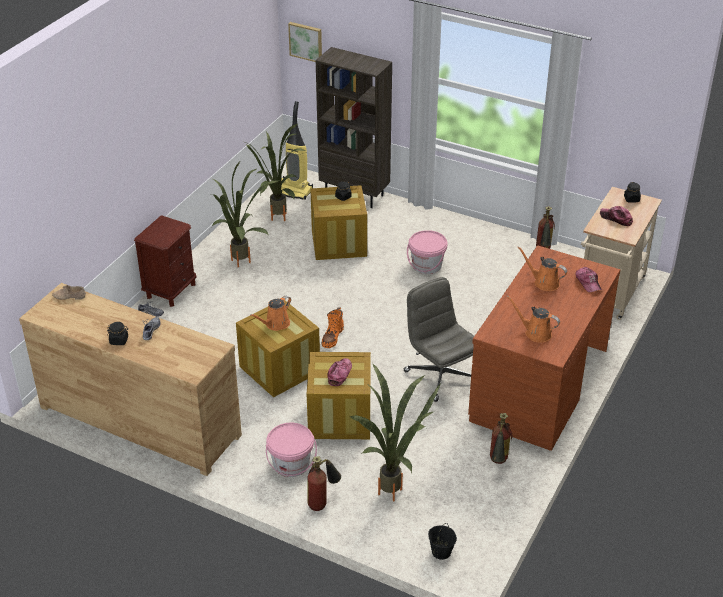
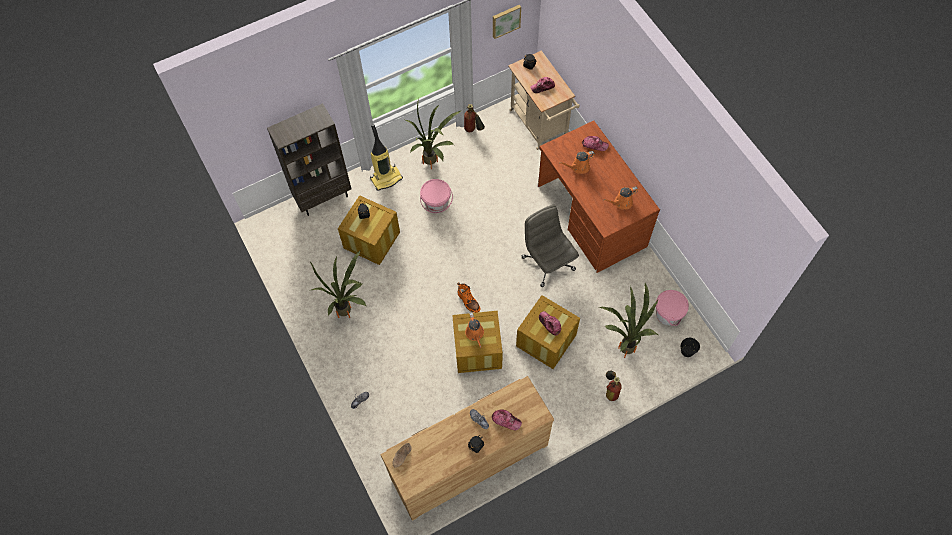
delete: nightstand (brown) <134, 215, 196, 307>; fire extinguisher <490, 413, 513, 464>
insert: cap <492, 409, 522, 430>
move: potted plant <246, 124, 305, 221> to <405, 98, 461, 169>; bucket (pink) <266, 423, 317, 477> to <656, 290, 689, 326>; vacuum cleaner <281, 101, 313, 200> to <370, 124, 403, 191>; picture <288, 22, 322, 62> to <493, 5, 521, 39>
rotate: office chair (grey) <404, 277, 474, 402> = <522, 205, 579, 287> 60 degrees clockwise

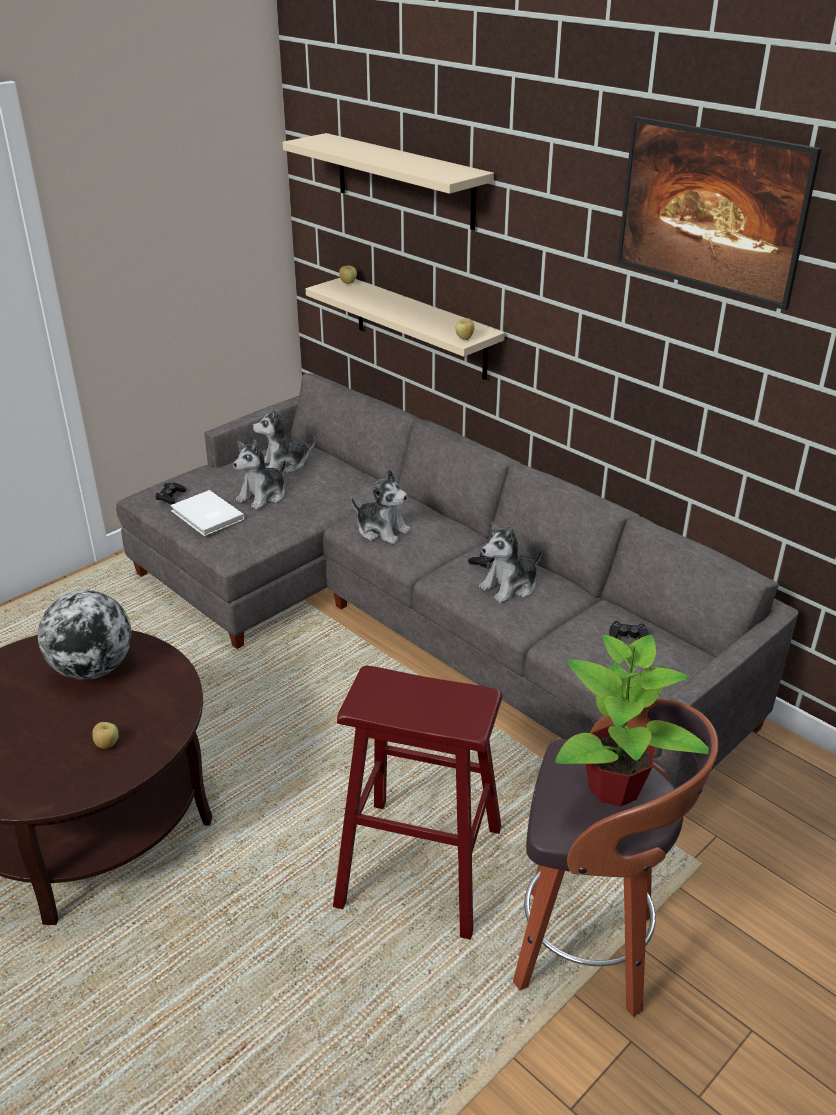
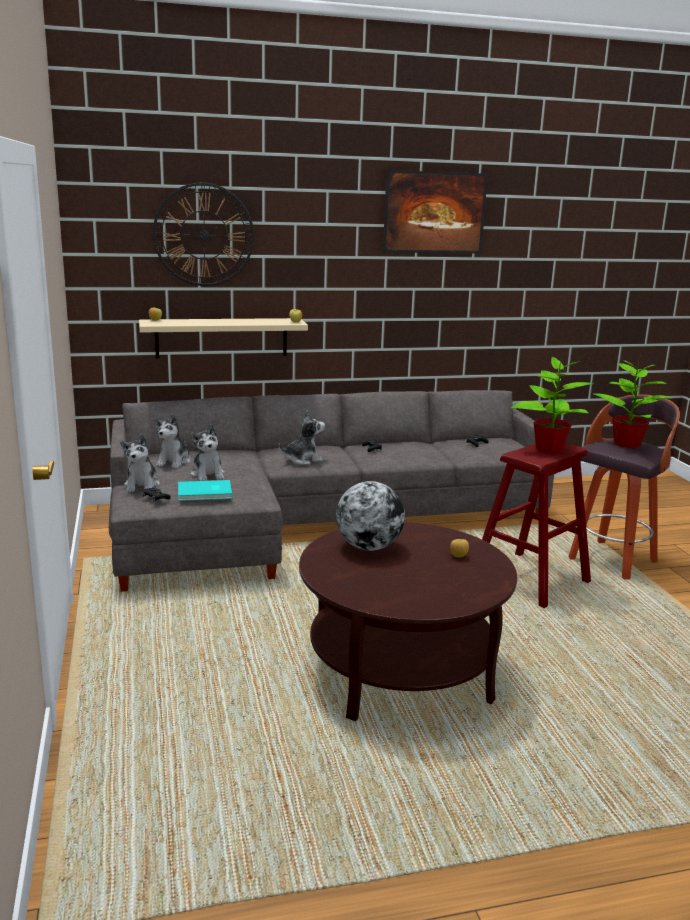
insert: potted plant <511, 357, 593, 453>
move: plush toy <479, 522, 542, 603> to <120, 434, 160, 492>
replace: shelf (beige) <283, 133, 494, 231> to wall clock <153, 183, 254, 286>
recolor: book (white) <170, 490, 245, 536> to book (turquoise) <178, 480, 232, 501>

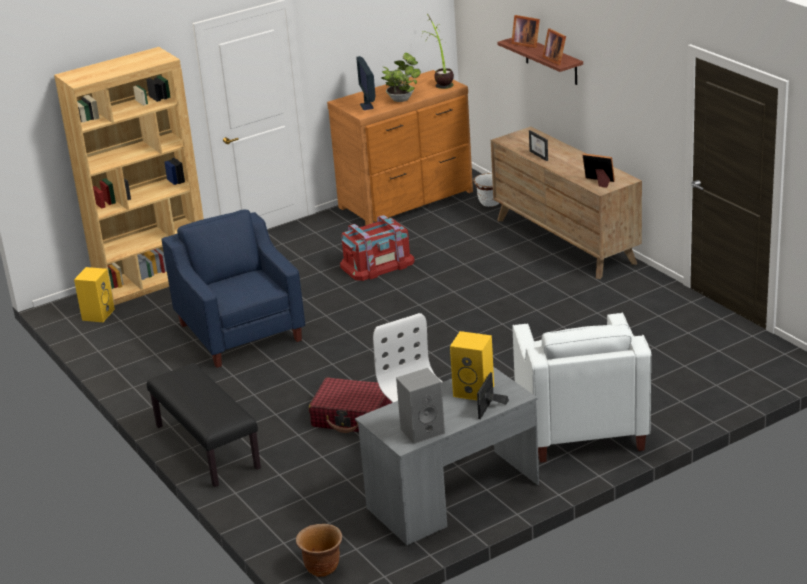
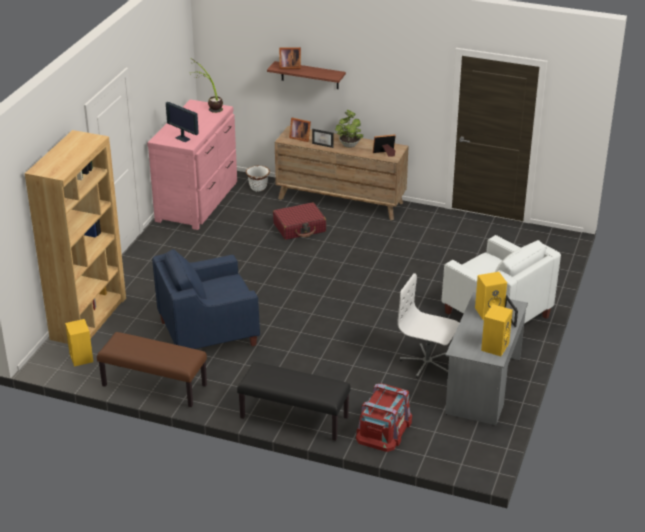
delete: planter (brown) <296, 524, 342, 577>
insert: bench (brown) <97, 332, 207, 407>
move: suitcase (red) <309, 377, 392, 433> to <273, 202, 326, 240>; storage box (red) <340, 215, 415, 281> to <356, 383, 412, 452>; potted plant <381, 53, 421, 102> to <335, 110, 364, 148>; picture frame <542, 28, 566, 65> to <289, 118, 311, 142>
recolor: dresser (brown) <327, 70, 473, 225> to dresser (pink) <147, 99, 237, 230>; speaker (grey) <396, 368, 445, 444> to speaker (yellow) <481, 304, 513, 356>
rotate: armchair (blue) <161, 210, 305, 368> = <152, 249, 260, 349> 45 degrees counterclockwise

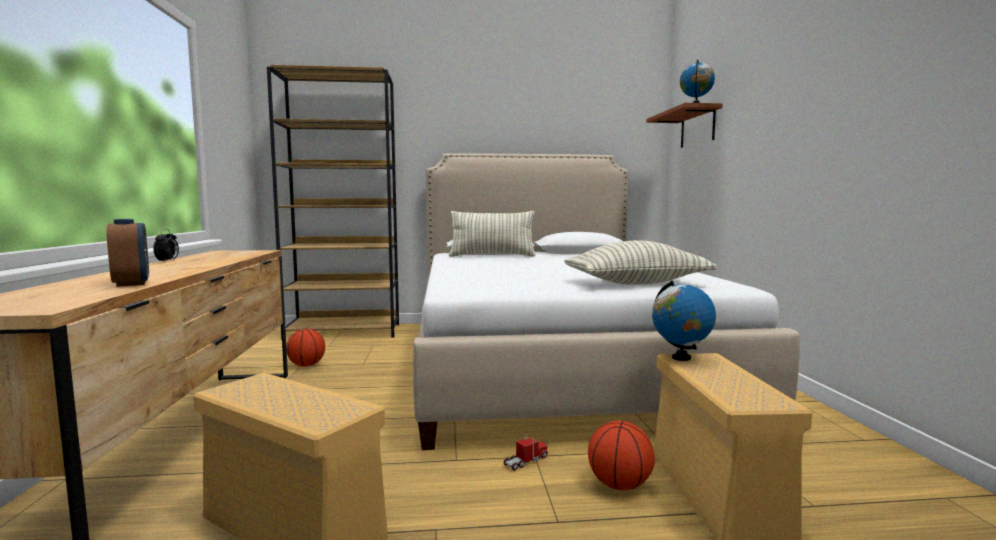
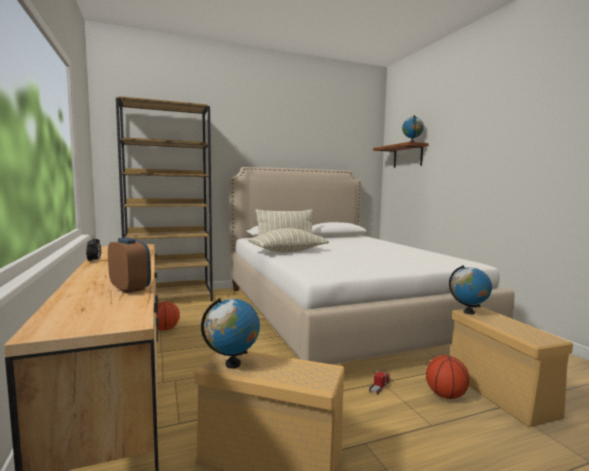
insert: globe <201, 298, 260, 369>
move: pillow <564, 240, 717, 285> to <248, 228, 329, 253>

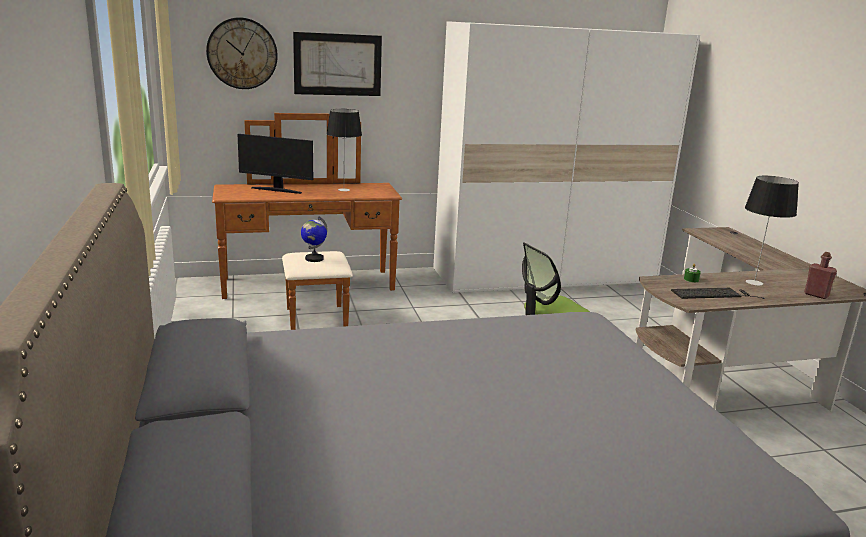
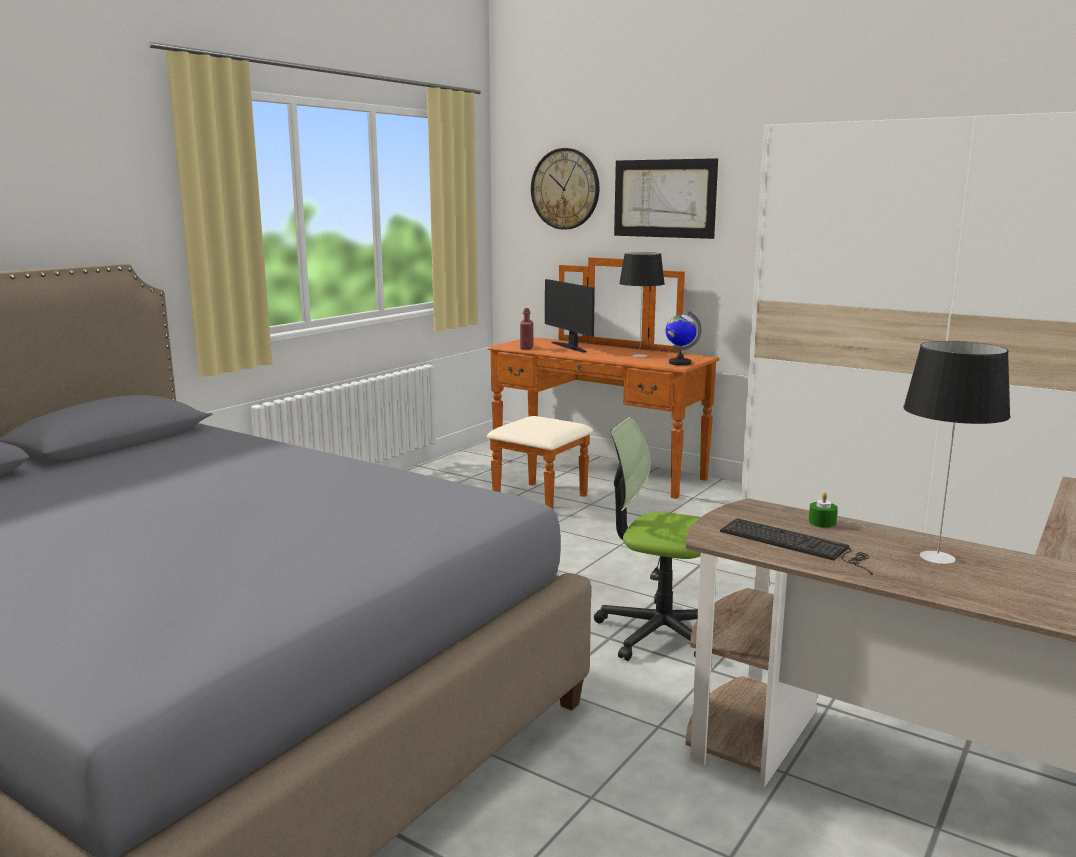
move: globe <301, 216, 327, 262> to <666, 311, 702, 366>; bottle (red) <804, 252, 837, 299> to <520, 308, 533, 350>

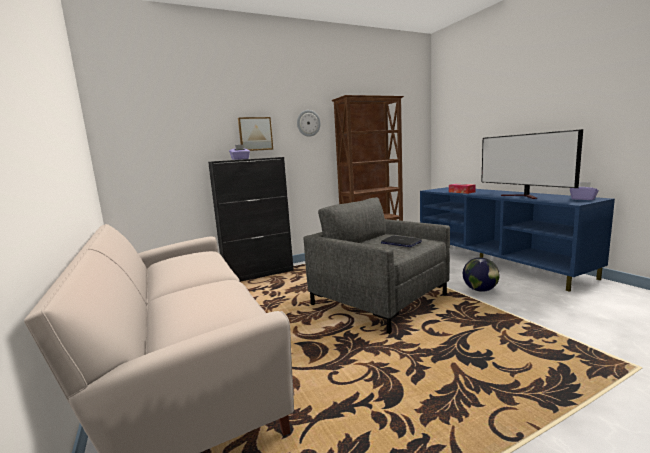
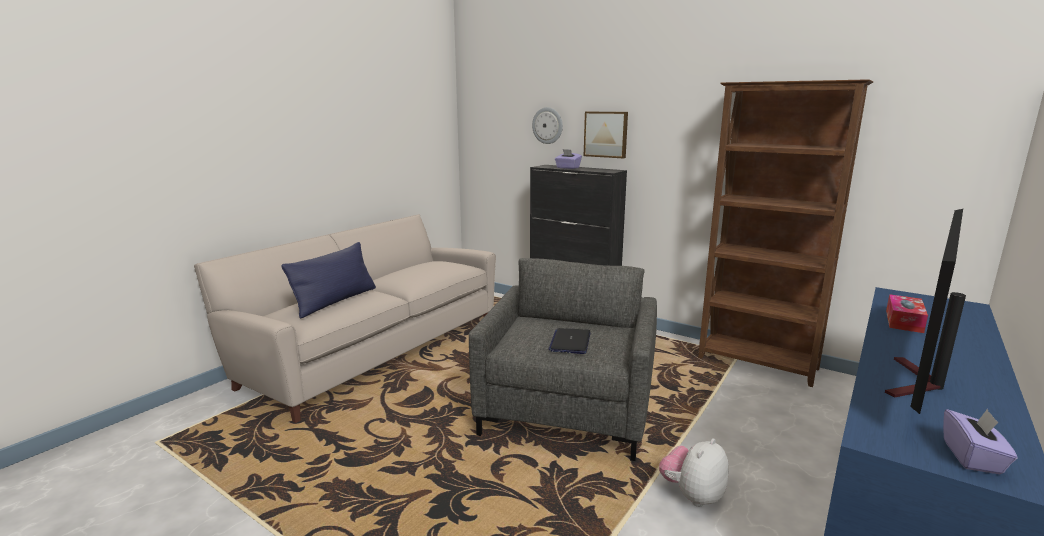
insert: pillow (blue) <281, 242, 376, 319>
move: wall clock <297, 110, 321, 137> to <532, 107, 563, 144>
replace: globe <463, 257, 500, 292> to plush toy <659, 438, 728, 507>

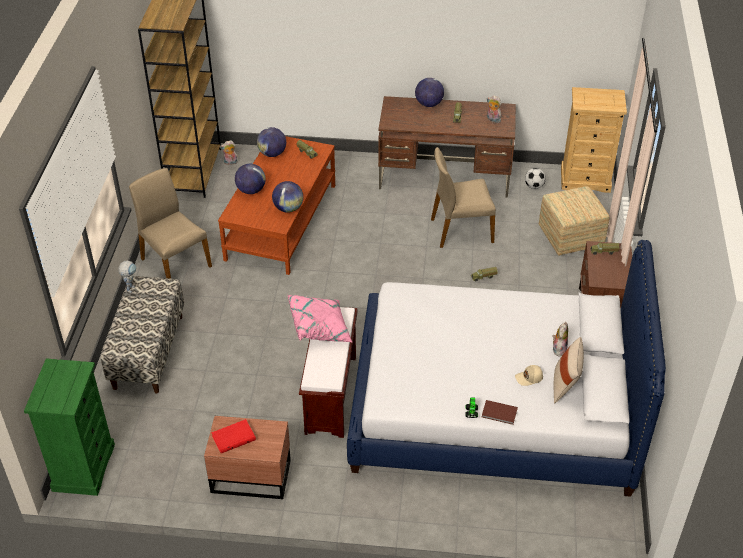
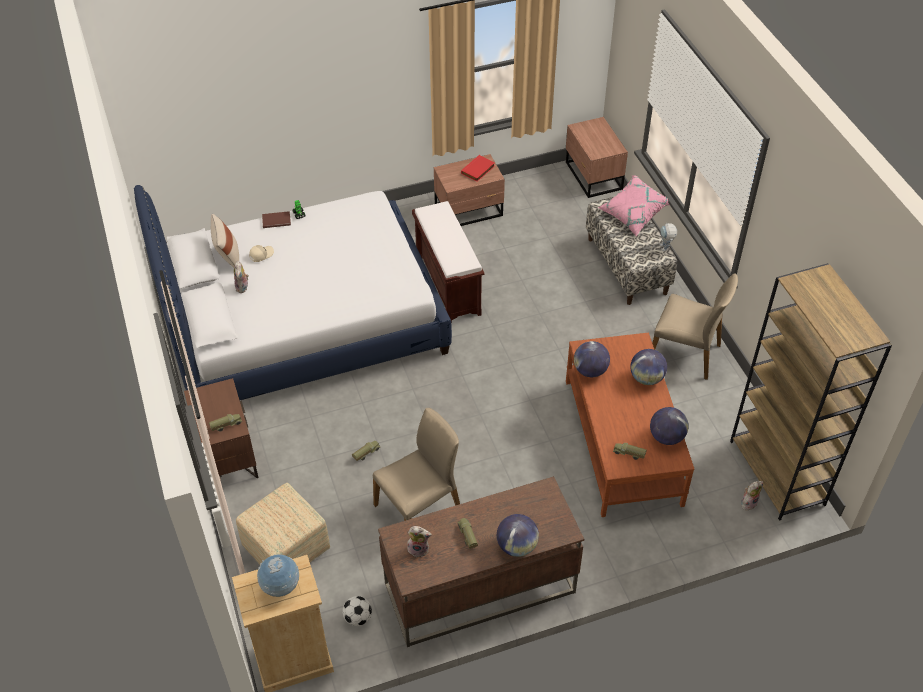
insert: globe <257, 554, 299, 597>
move: pillow (pink) <287, 294, 353, 343> to <598, 175, 669, 237>
replace: dresser (green) <24, 358, 115, 496> to nightstand (brown) <566, 117, 628, 198>

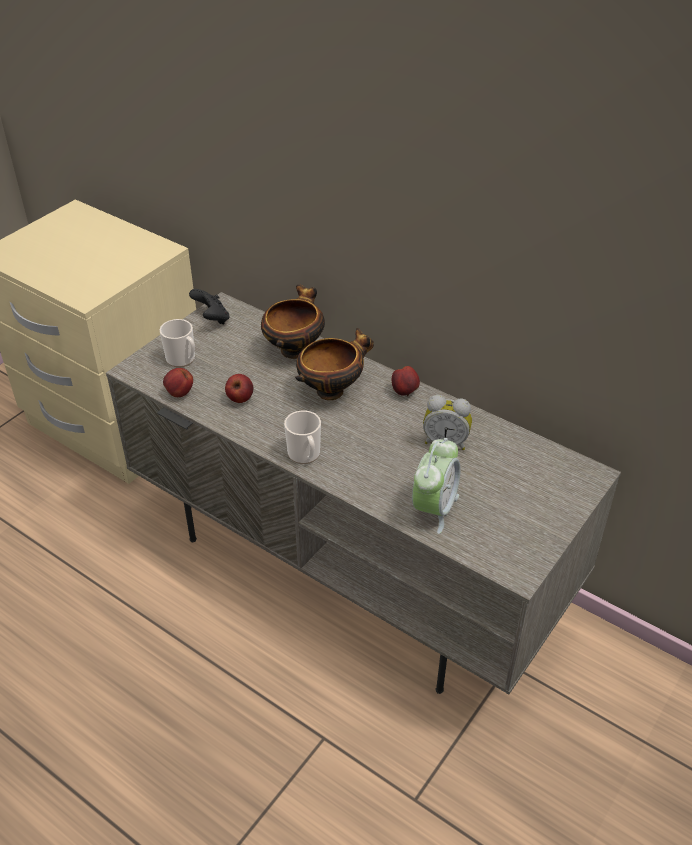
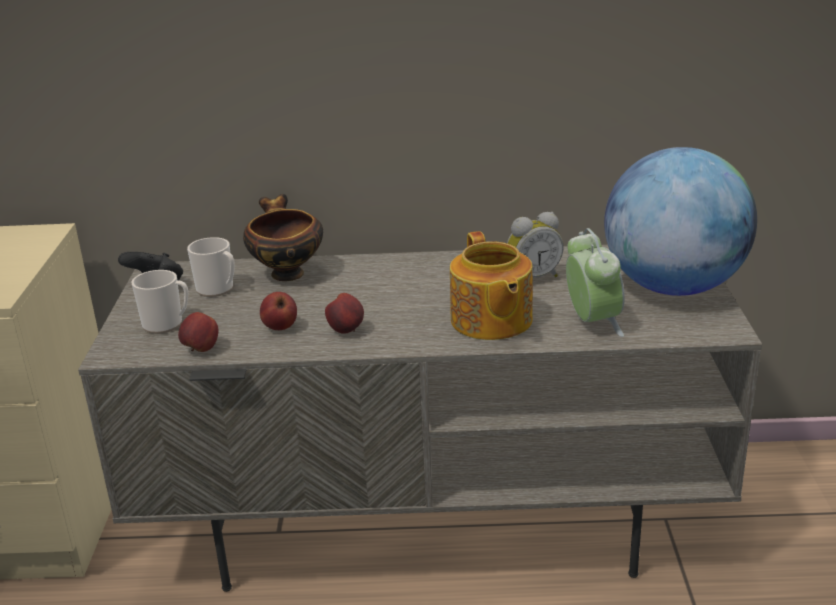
delete: bowl <295, 328, 374, 400>
insert: teapot <450, 231, 533, 340>; globe <604, 147, 757, 296>
move: mug <284, 410, 321, 464> to <187, 237, 235, 297>; apple <392, 366, 420, 396> to <325, 293, 364, 334>

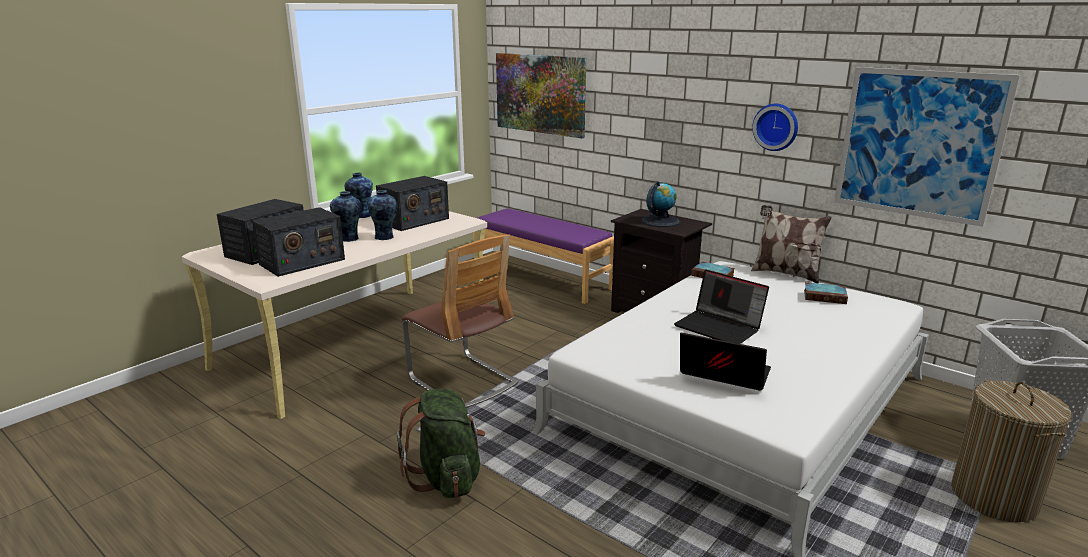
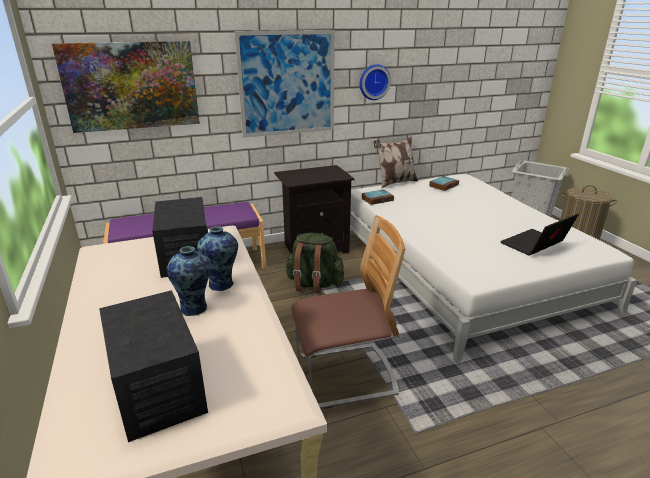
delete: radio <252, 207, 345, 277>; vase <344, 172, 373, 218>; globe <642, 181, 680, 227>; laptop <674, 270, 769, 344>
move: backpack (green) <397, 388, 485, 498> to <285, 233, 344, 294>; picture <834, 67, 1020, 227> to <234, 30, 335, 138>

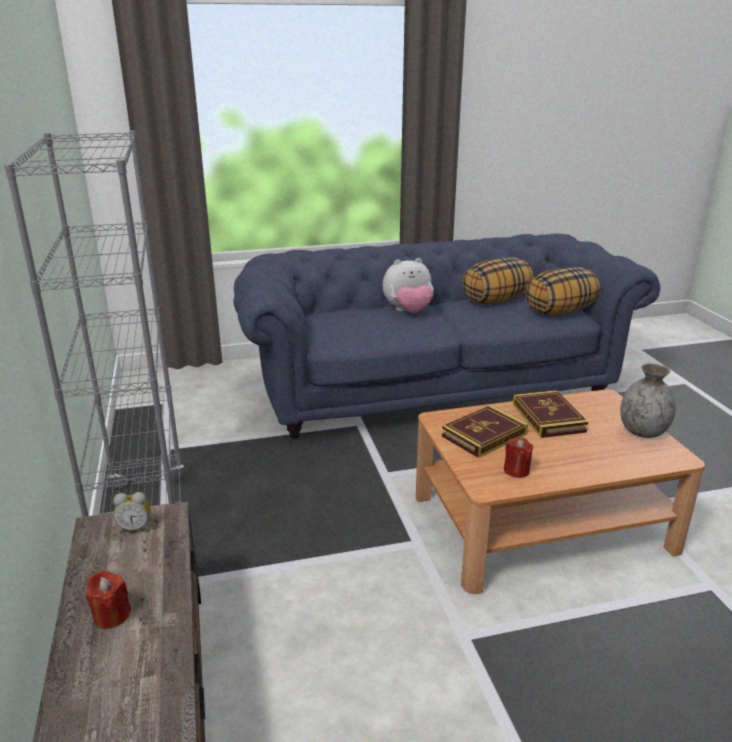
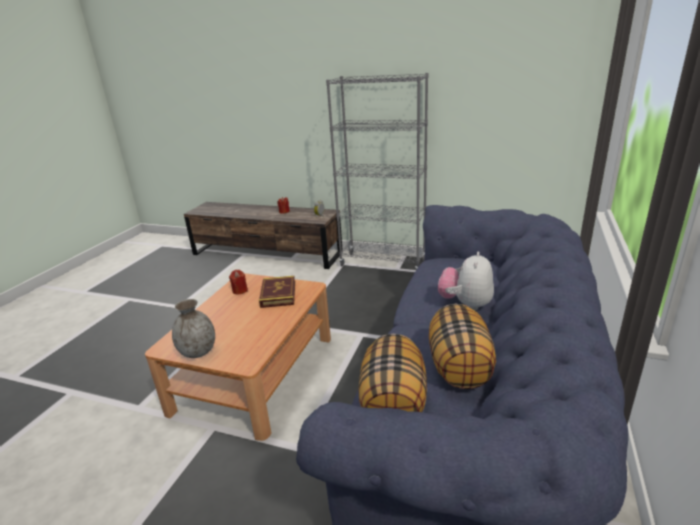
delete: book <513, 390, 588, 438>

